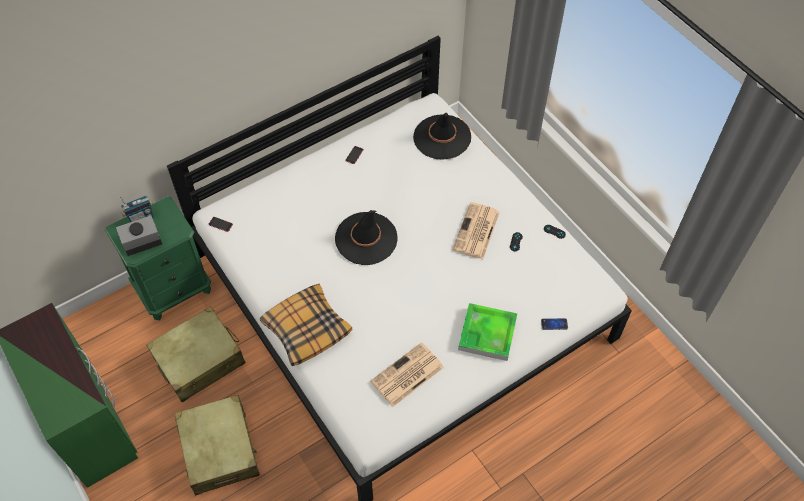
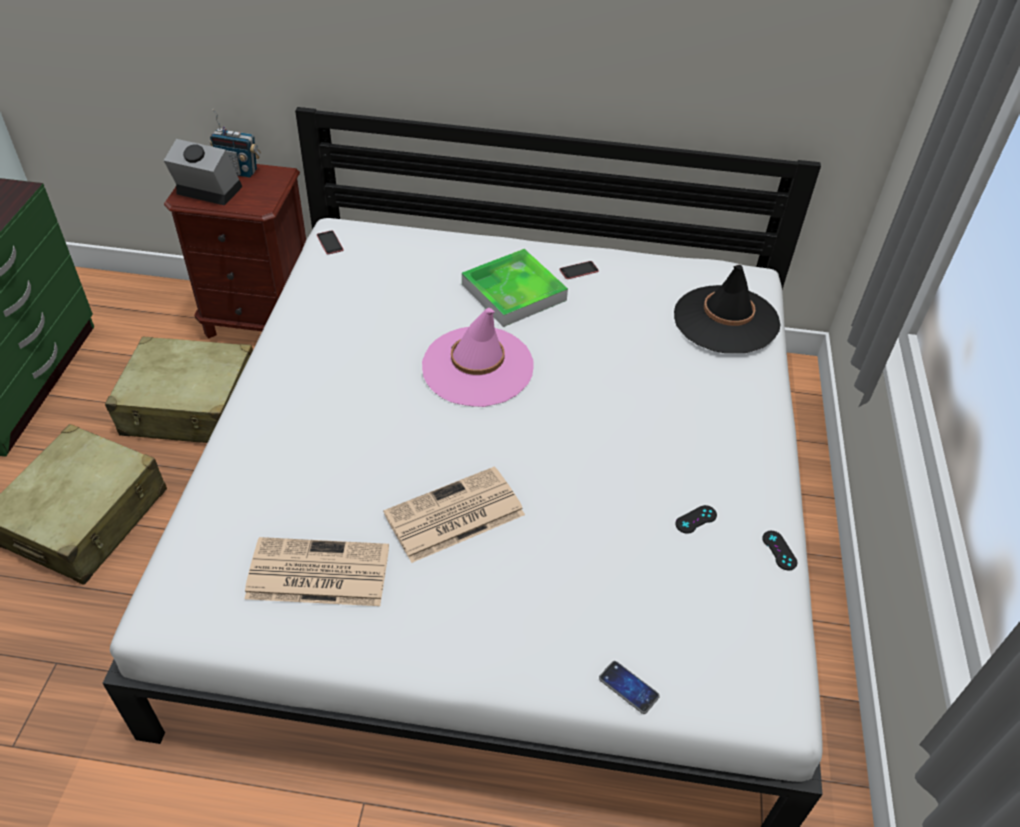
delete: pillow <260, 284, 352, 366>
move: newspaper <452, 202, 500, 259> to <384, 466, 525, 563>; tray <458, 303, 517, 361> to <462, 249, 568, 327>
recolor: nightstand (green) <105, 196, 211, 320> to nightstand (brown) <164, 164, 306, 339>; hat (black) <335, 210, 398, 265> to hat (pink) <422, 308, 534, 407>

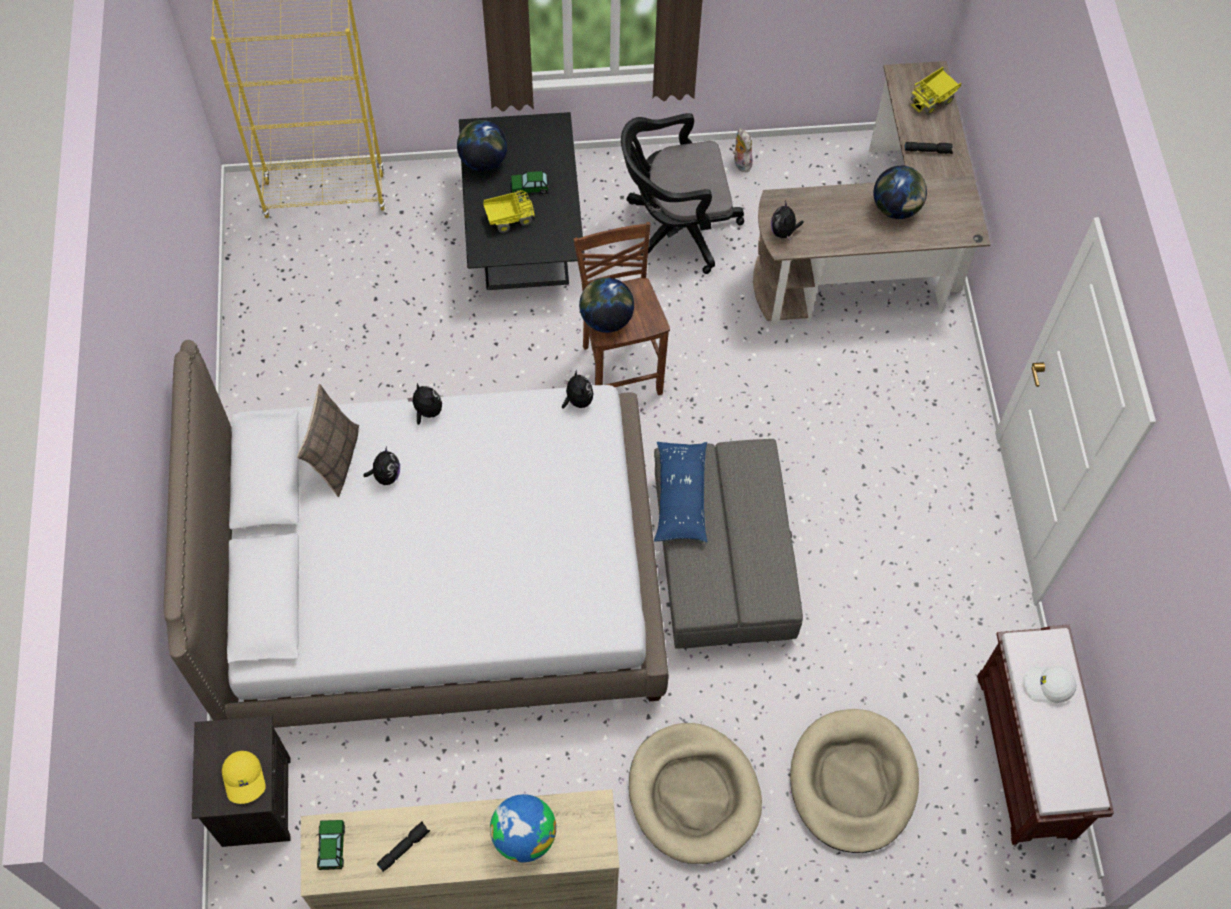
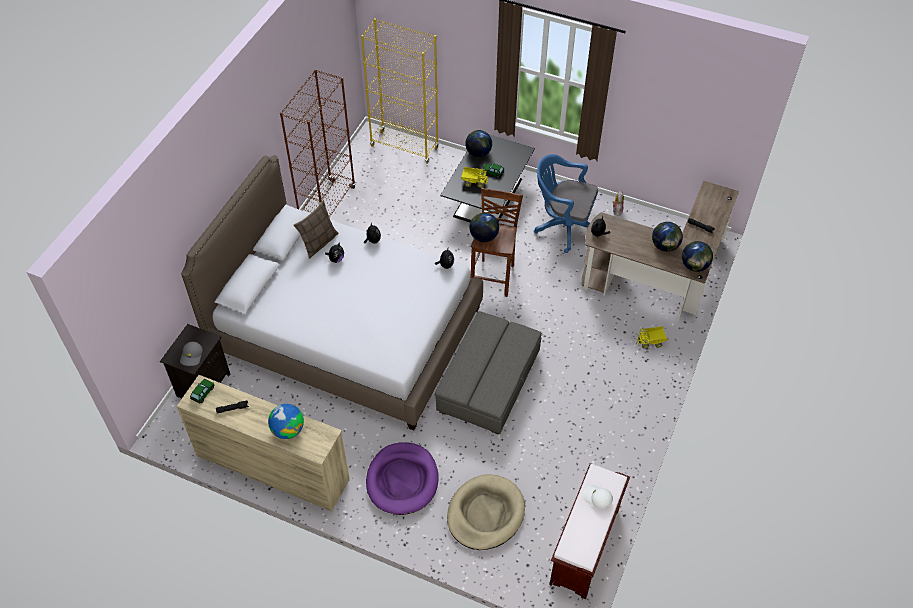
delete: pillow (blue) <654, 442, 708, 543>
insert: bookcase (brown) <280, 69, 356, 217>; globe <682, 241, 713, 272>
move: toy truck <911, 67, 961, 115> to <637, 326, 668, 349>
recolor: cap (yellow) <222, 751, 266, 804> to cap (grey) <180, 342, 203, 366>; office chair (black) <621, 113, 744, 274> to office chair (blue) <534, 154, 598, 253>; dog bed (beige) <629, 723, 762, 864> to dog bed (purple) <366, 442, 439, 515>

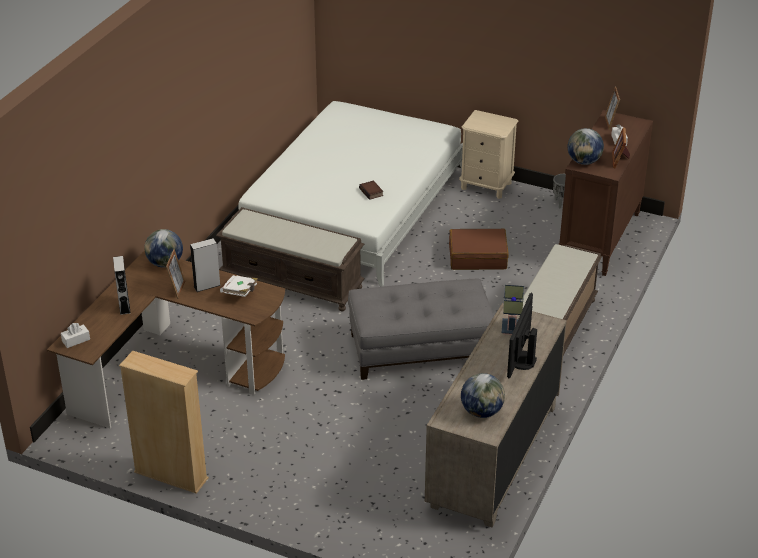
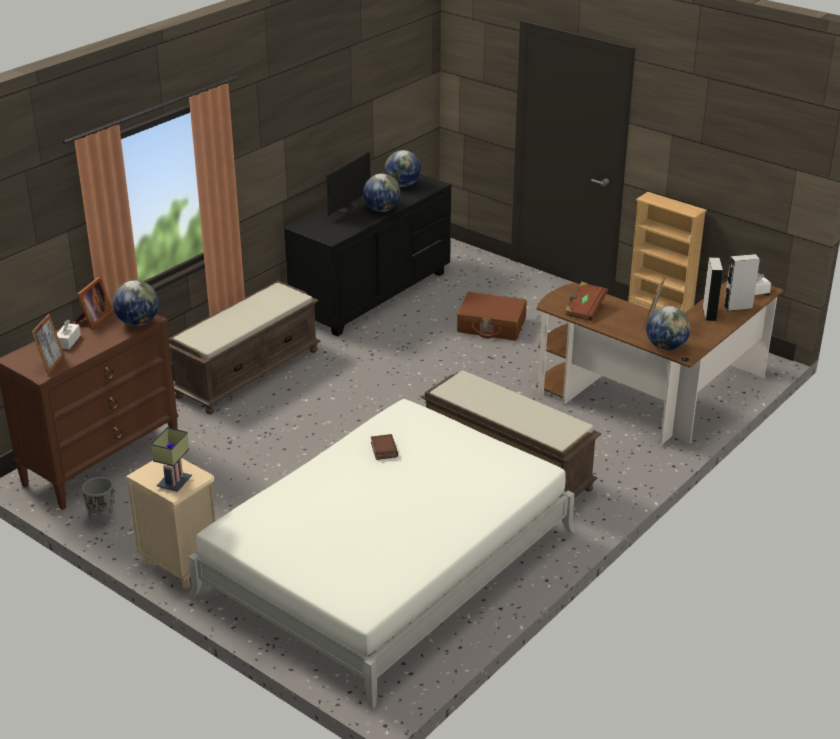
delete: ottoman (grey) <348, 279, 494, 380>
insert: globe <363, 174, 401, 212>
move: speaker (grey) <190, 238, 221, 292> to <724, 254, 760, 311>; suitcase (brown) <449, 229, 509, 270> to <457, 292, 527, 341>; table lamp <502, 285, 524, 335> to <151, 427, 192, 492>
recolor: book (white) <220, 275, 258, 297> to book (brown) <565, 282, 608, 320>; dresser (beige) <425, 303, 567, 528> to dresser (black) <284, 174, 451, 337>

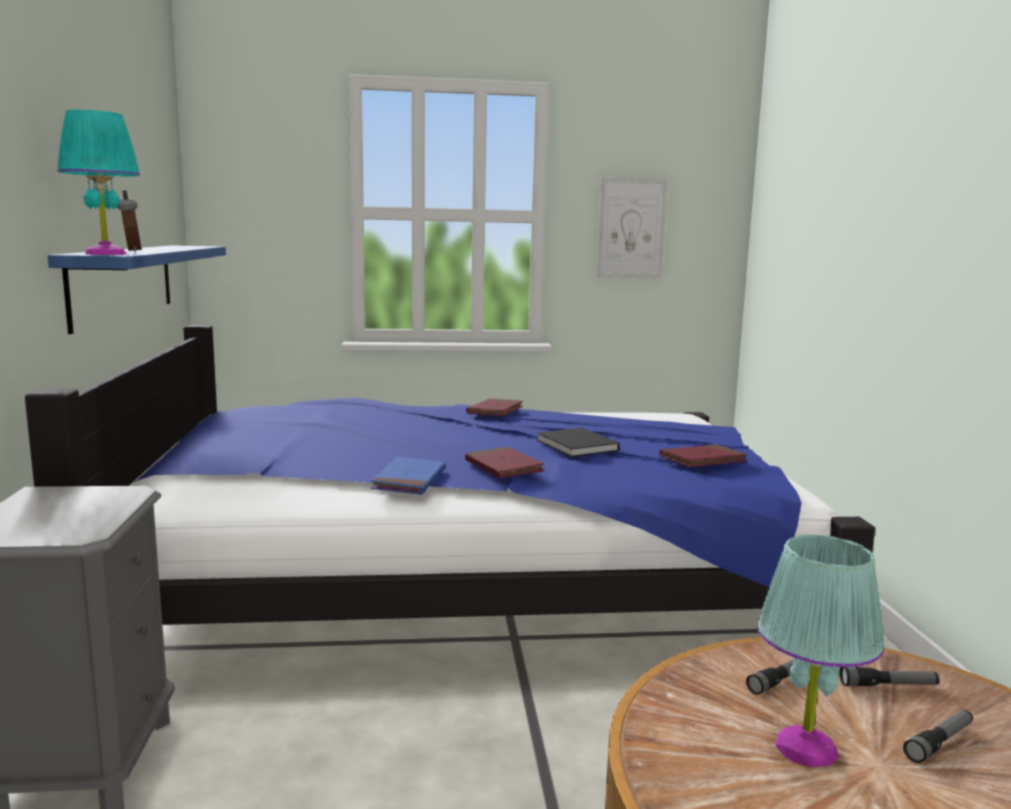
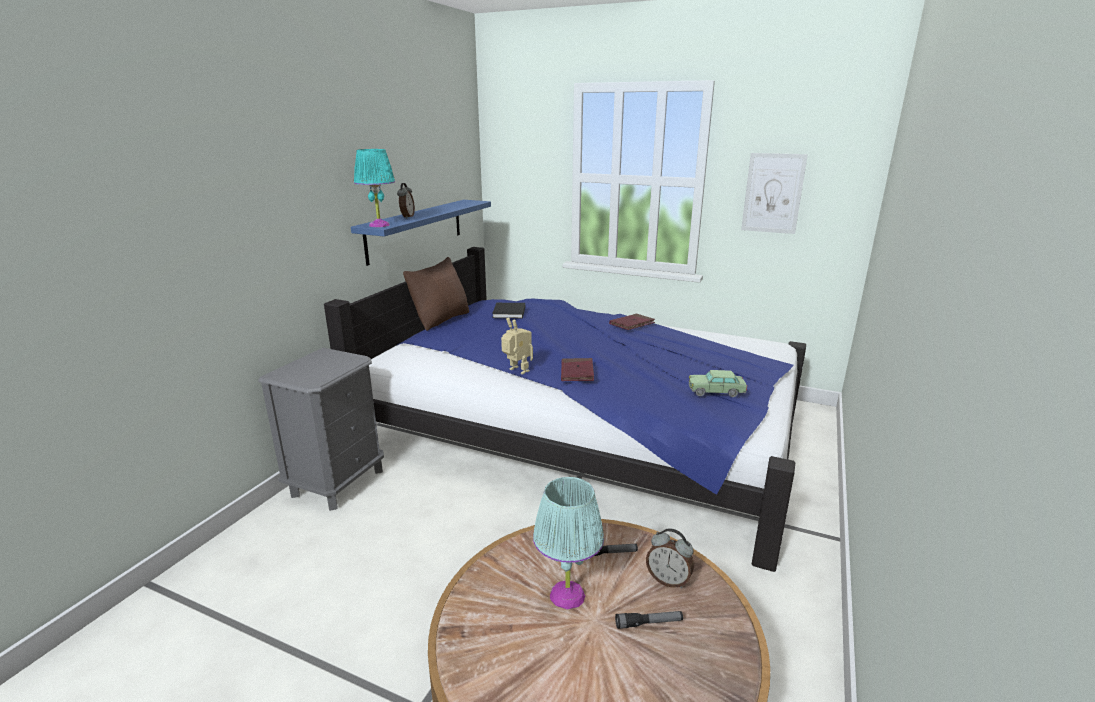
insert: pillow (brown) <403, 257, 469, 331>
move: book (black) <537, 428, 620, 457> to <492, 303, 525, 318>
replace: book (blue) <371, 457, 445, 495> to toy robot <501, 318, 533, 374>; book (red) <659, 444, 748, 467> to toy car <689, 370, 747, 397>; flashlight <839, 667, 939, 687> to alarm clock <646, 528, 694, 589>

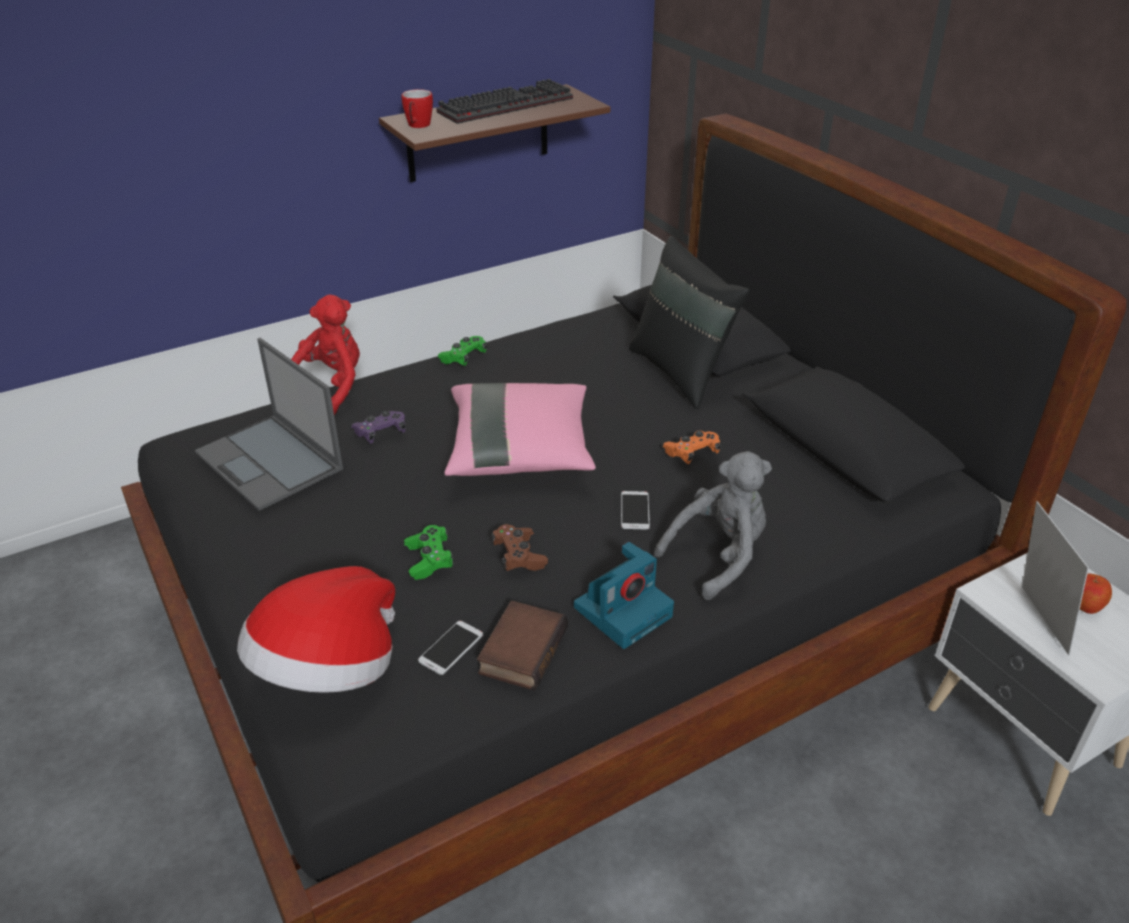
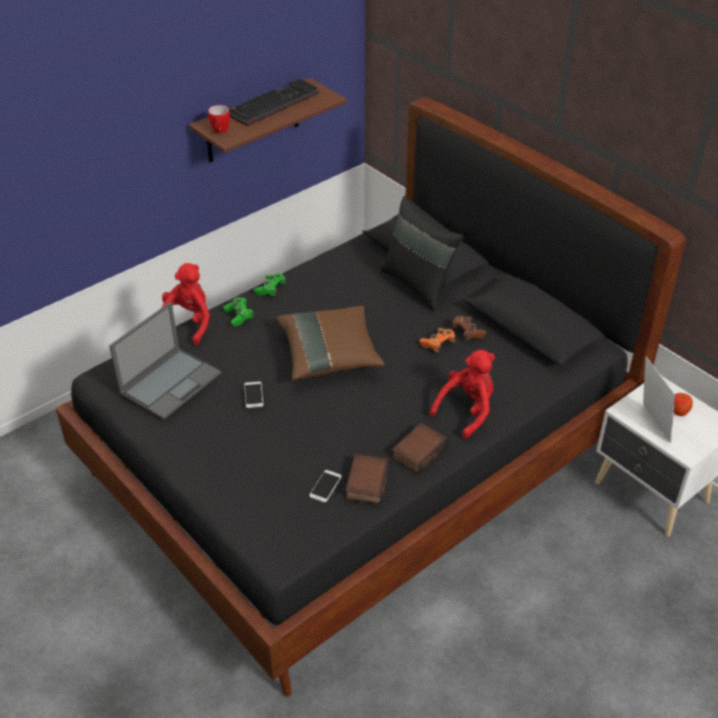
delete: hat <237, 566, 395, 693>; game controller (purple) <352, 411, 406, 444>
move: game controller (green) <404, 525, 454, 580> to <223, 297, 254, 327>; game controller (brown) <491, 524, 548, 571> to <452, 316, 486, 340>; phone <621, 491, 650, 530> to <244, 381, 263, 408>
replace: photo camera <574, 542, 674, 649> to book <392, 423, 449, 474>
recolor: pillow (pink) <444, 383, 596, 476> to pillow (brown) <277, 306, 385, 380>; plush toy (grey) <654, 451, 772, 600> to plush toy (red) <429, 350, 495, 439>
rotate: laptop <195, 338, 343, 511> = <109, 302, 221, 419> 90 degrees counterclockwise

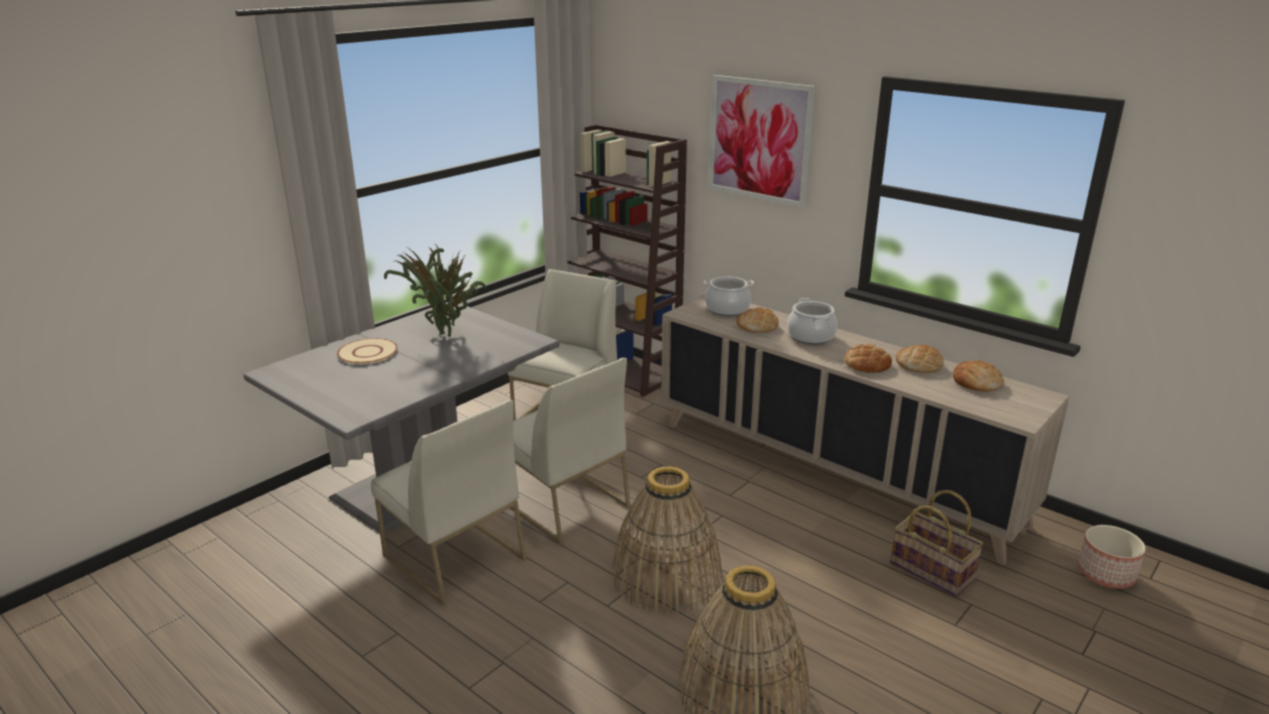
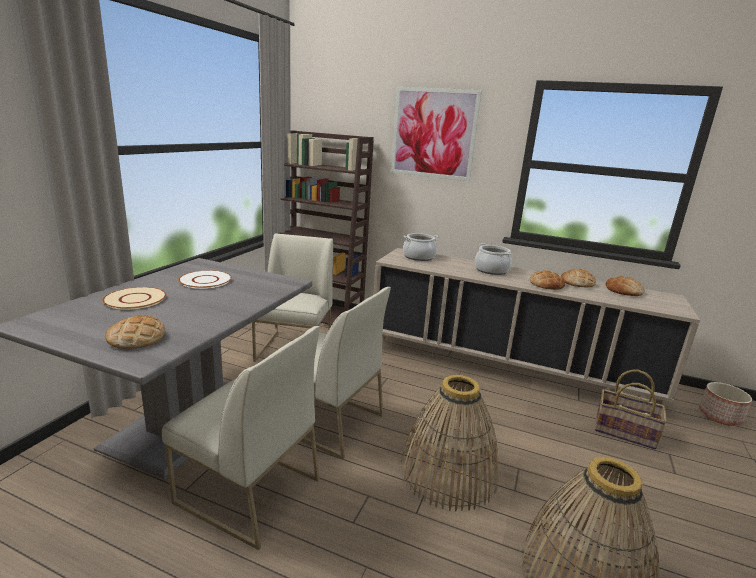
move: bread <737, 307, 779, 333> to <105, 315, 165, 349>
replace: potted plant <384, 245, 487, 337> to plate (white) <178, 270, 232, 289>

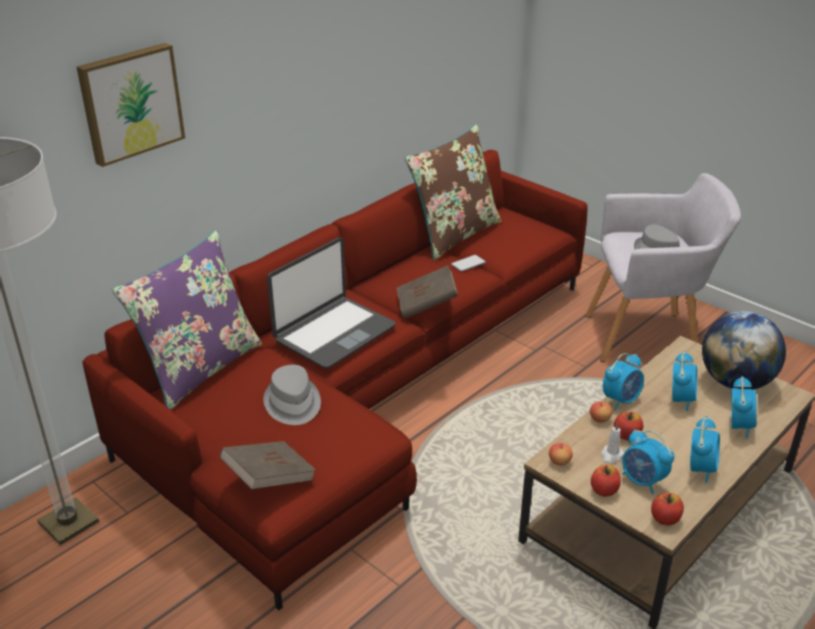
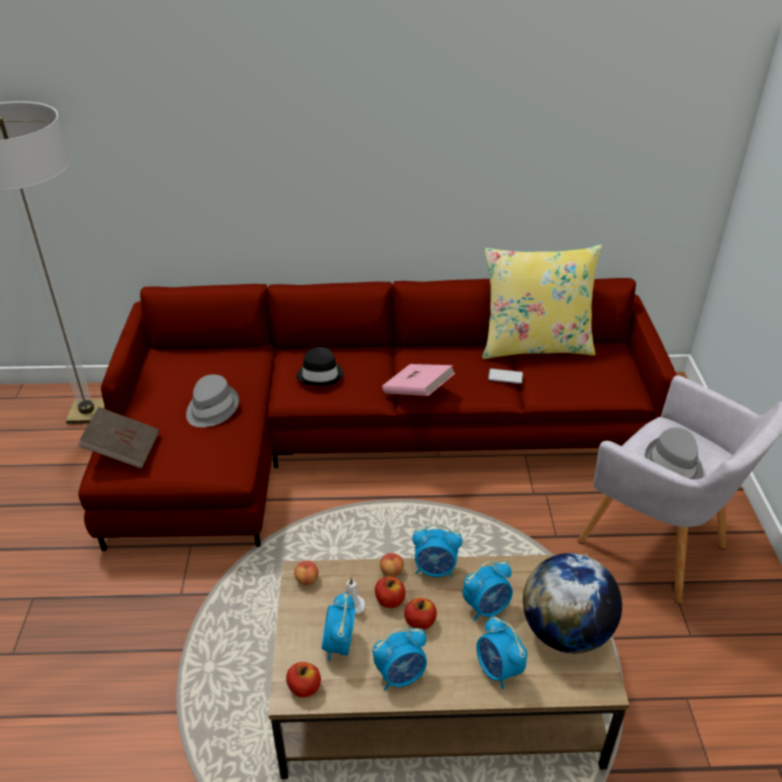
delete: picture <77, 43, 185, 167>; pillow (purple) <112, 230, 262, 410>
move: apple <591, 465, 621, 497> to <404, 598, 437, 630>
replace: laptop <267, 238, 396, 369> to hat (black) <296, 347, 344, 386>
recolor: book (brown) <397, 265, 458, 319> to book (pink) <382, 364, 455, 396>; pillow (brown) <405, 124, 501, 260> to pillow (yellow) <482, 245, 602, 359>
rotate: alarm clock <731, 376, 757, 439> = <476, 615, 528, 689> 90 degrees clockwise

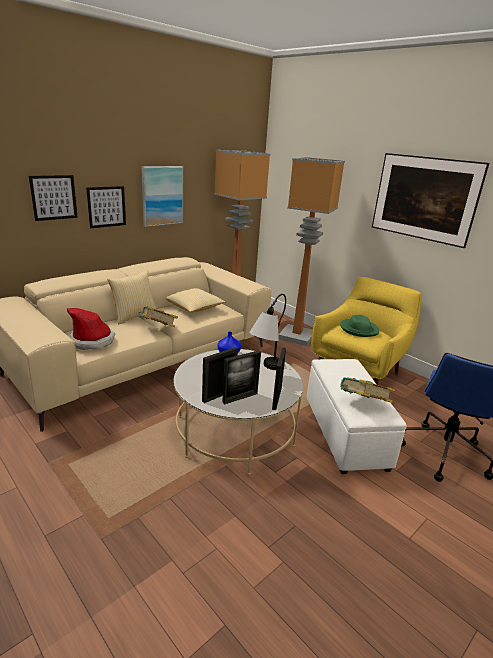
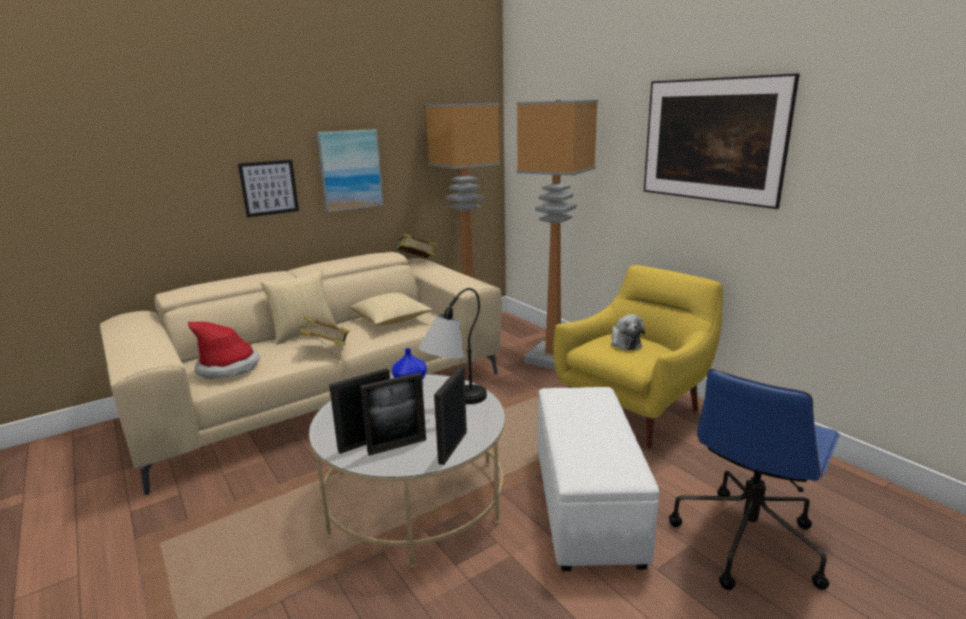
delete: picture <29, 175, 78, 221>
move: book <340, 377, 395, 403> to <394, 233, 437, 258>
replace: hat (green) <340, 315, 379, 337> to plush toy <611, 314, 645, 350>

